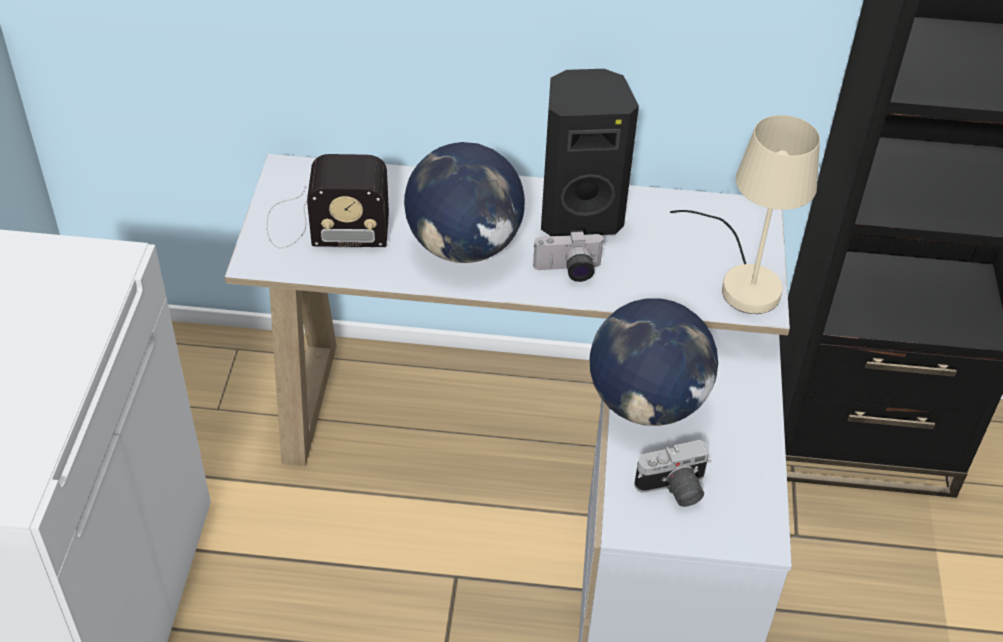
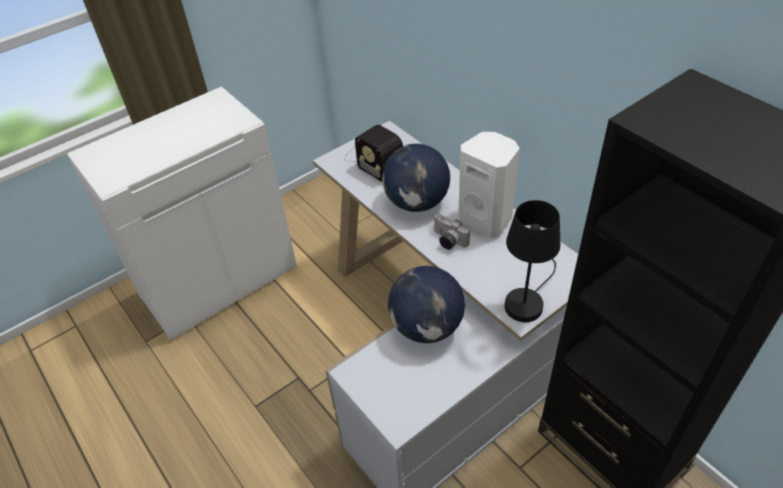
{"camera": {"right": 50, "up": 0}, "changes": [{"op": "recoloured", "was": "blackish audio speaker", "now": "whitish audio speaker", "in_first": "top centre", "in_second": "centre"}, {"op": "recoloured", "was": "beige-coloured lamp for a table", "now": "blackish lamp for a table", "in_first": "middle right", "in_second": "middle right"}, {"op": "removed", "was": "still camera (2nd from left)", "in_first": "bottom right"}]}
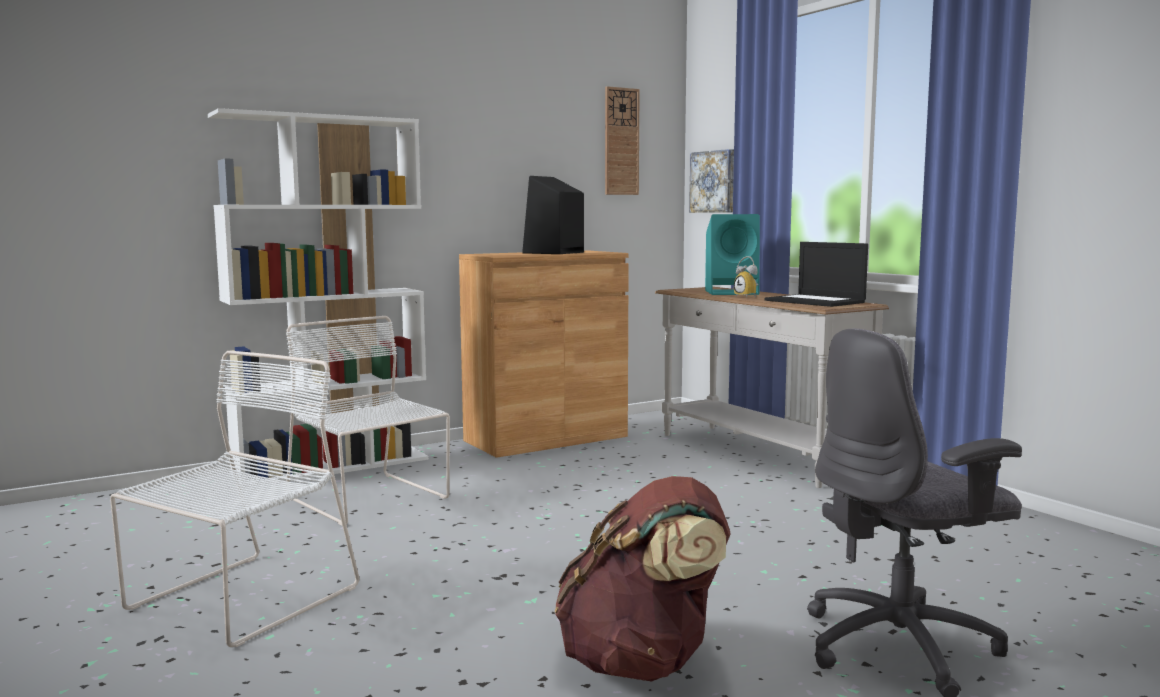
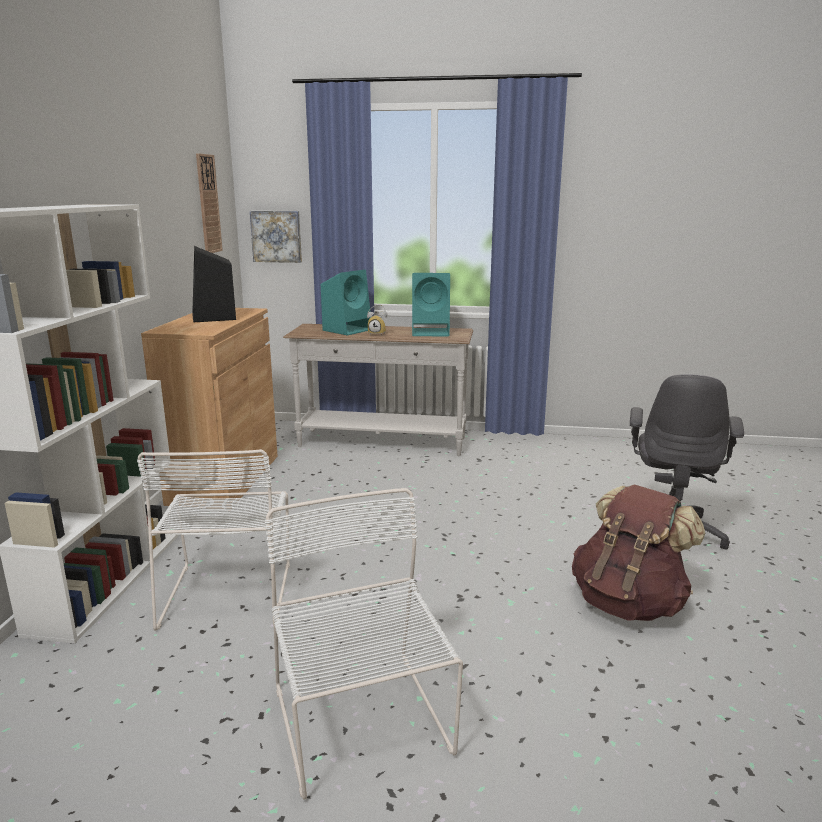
{"camera": {"right": -50, "up": 10}, "changes": [{"op": "replaced", "was": "notebook computer", "now": "turquoise audio speaker (2nd from left)", "in_first": "middle right", "in_second": "centre"}, {"op": "turned", "was": "whitish plain chair (2nd from left in the first image)", "in_first": "middle left", "in_second": "middle left", "clockwise": -90}]}
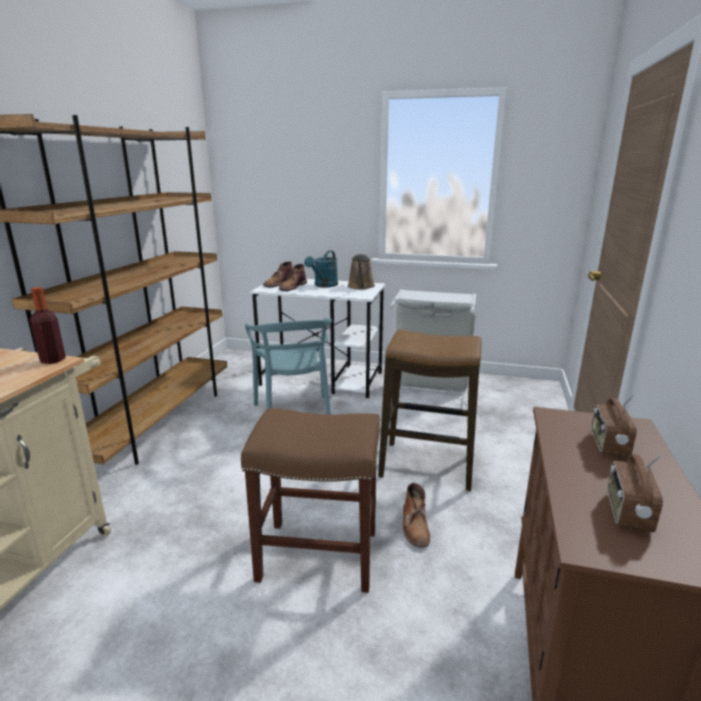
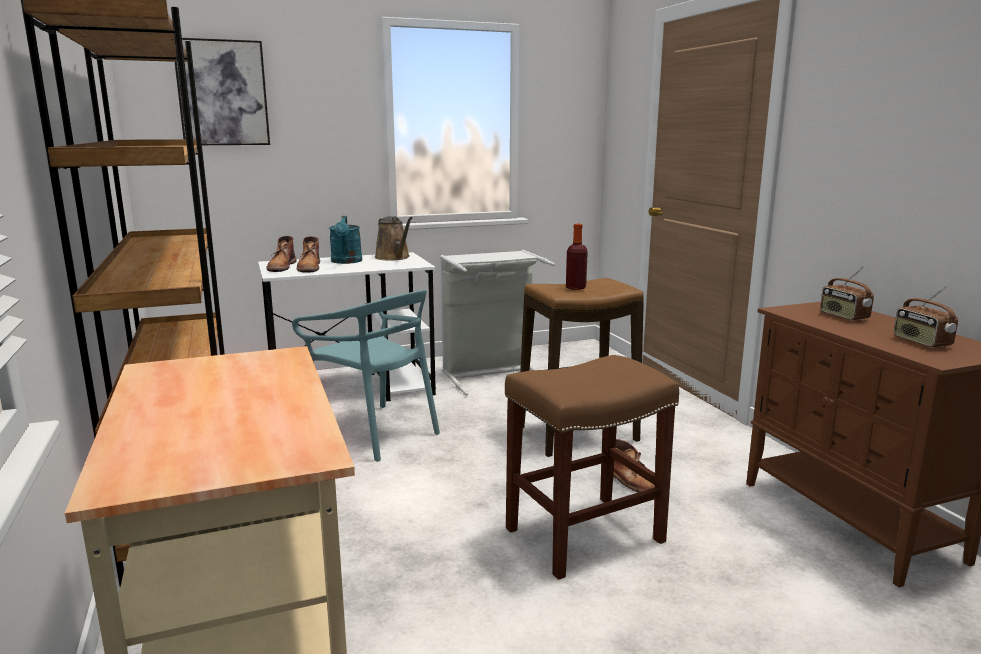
{"camera": {"right": -35, "up": -5}, "changes": [{"op": "moved", "was": "bottle", "in_first": "middle left", "in_second": "centre"}, {"op": "added", "now": "picture", "in_second": "top left"}]}
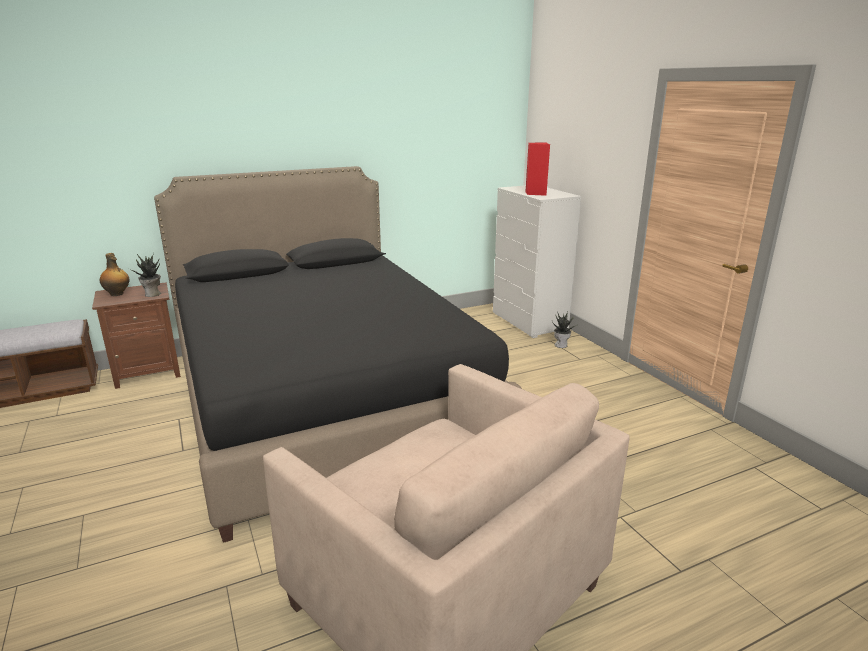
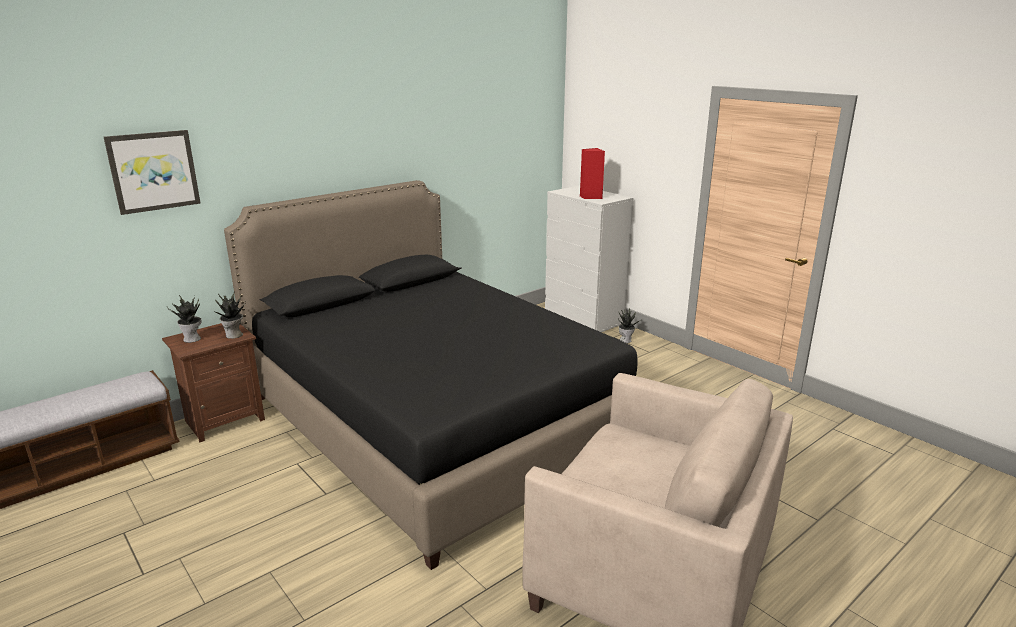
{"camera": {"right": -15, "up": 0}, "changes": [{"op": "replaced", "was": "bottle", "now": "plant in a pot (1st from left)", "in_first": "middle left", "in_second": "middle left"}, {"op": "added", "now": "picture", "in_second": "top left"}]}
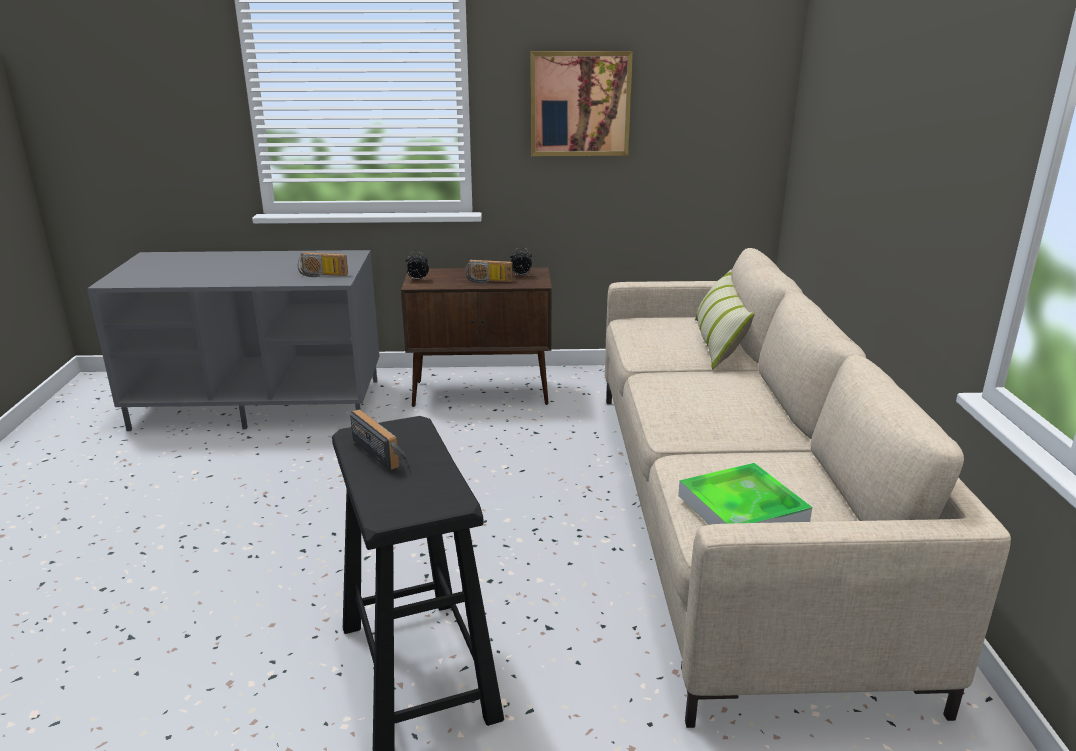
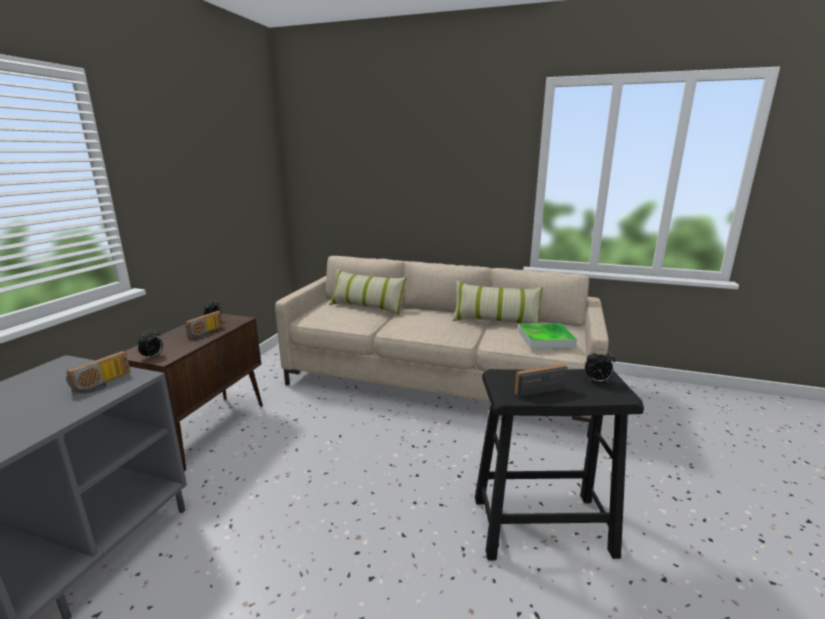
{"camera": {"right": -70, "up": -5}, "changes": [{"op": "removed", "was": "picture", "in_first": "top centre"}, {"op": "added", "now": "pillow (2nd from left)", "in_second": "centre"}, {"op": "added", "now": "table clock (3rd from left)", "in_second": "middle right"}]}
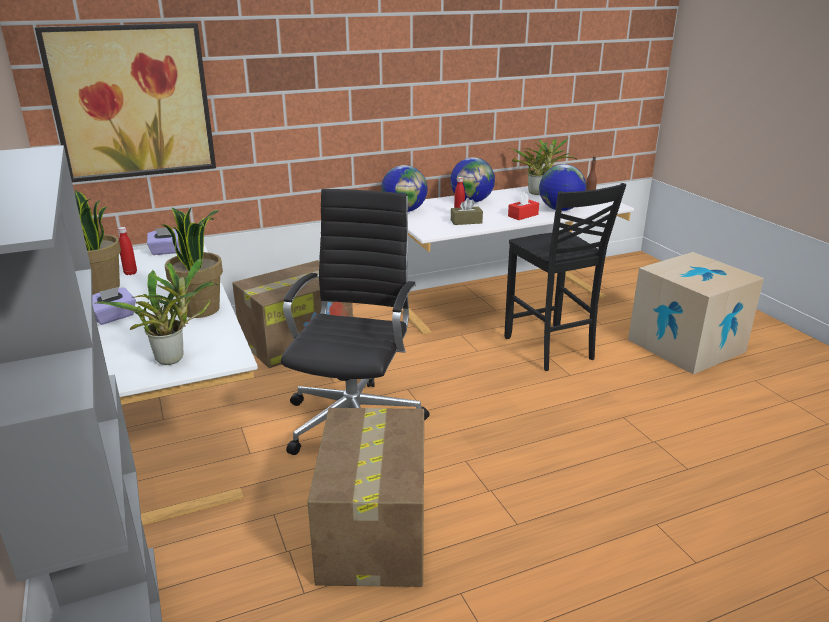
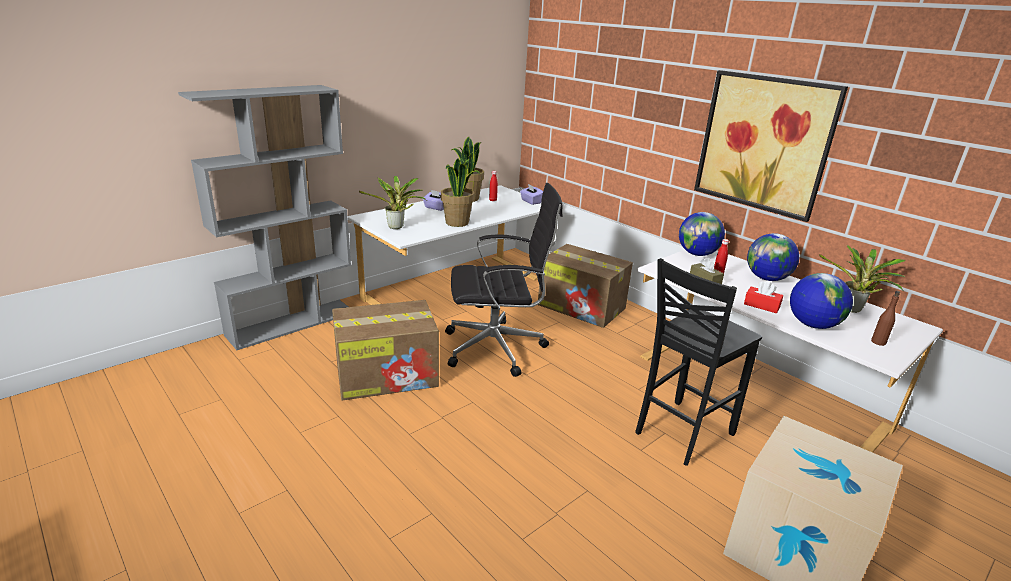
{"camera": {"right": 70, "up": 0}, "changes": [{"op": "moved", "was": "picture", "in_first": "top left", "in_second": "top right"}]}
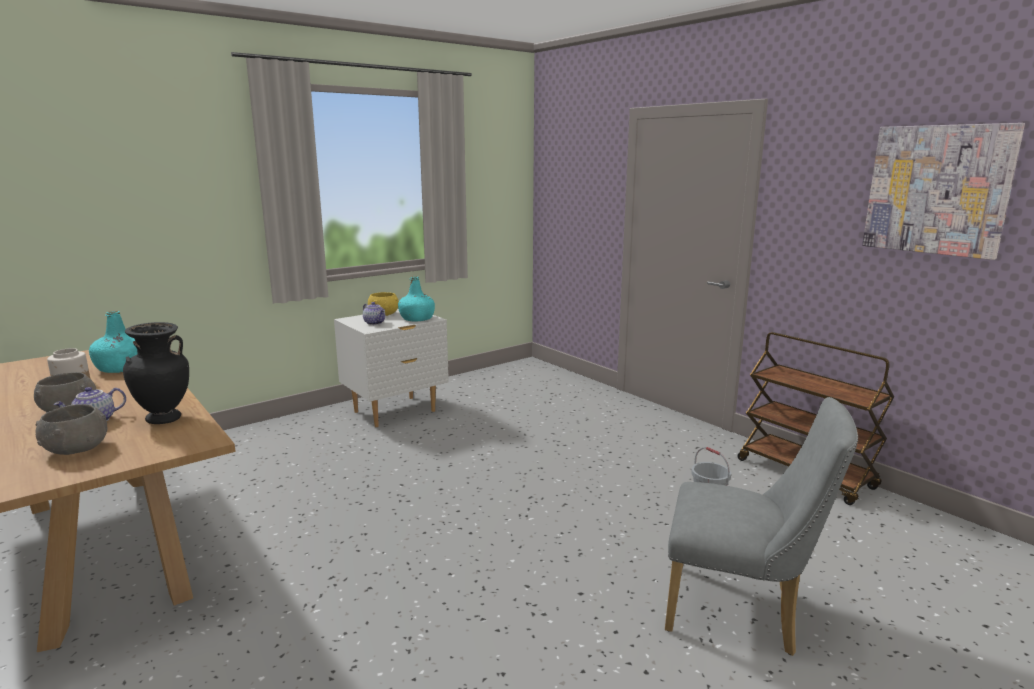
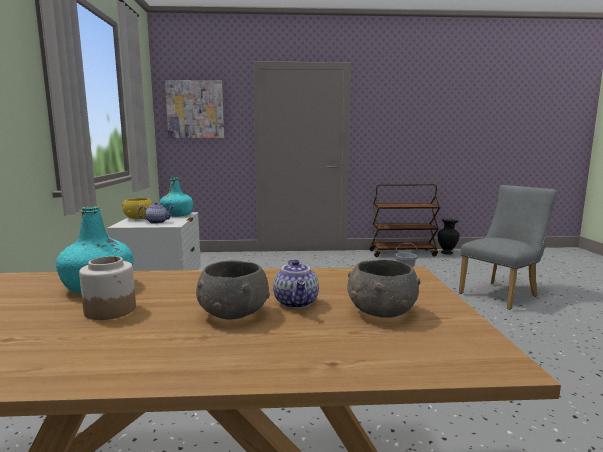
{"camera": {"right": -55, "up": -5}, "changes": [{"op": "moved", "was": "picture", "in_first": "top right", "in_second": "top left"}, {"op": "moved", "was": "blackish decorative vase", "in_first": "middle left", "in_second": "middle right"}]}
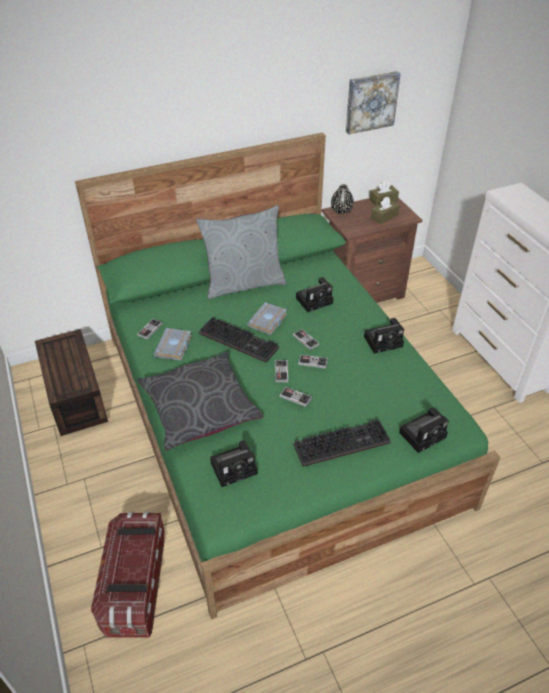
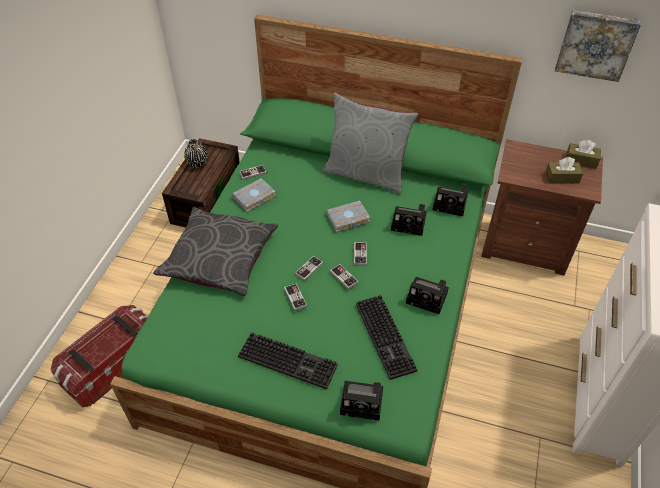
{"camera": {"right": 40, "up": 5}, "changes": [{"op": "moved", "was": "blackish decorative vase", "in_first": "top centre", "in_second": "top left"}, {"op": "moved", "was": "computer keyboard (1st from left in the first image)", "now": "computer keyboard (2nd from left)", "in_first": "centre", "in_second": "bottom centre"}, {"op": "moved", "was": "still camera (1st from left in the first image)", "now": "still camera (4th from left)", "in_first": "bottom centre", "in_second": "middle right"}]}
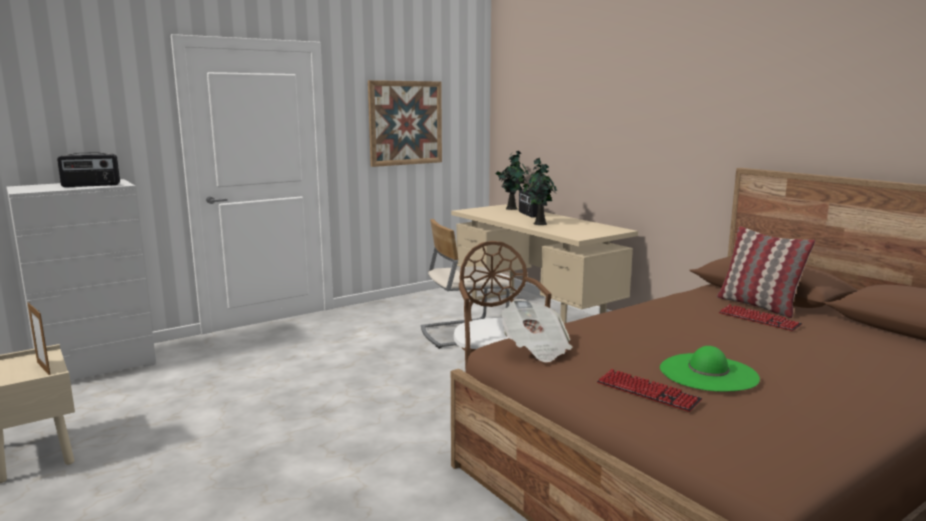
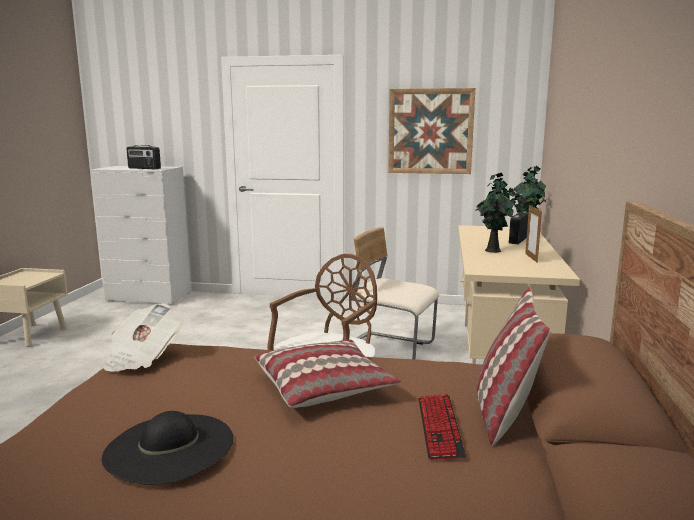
{"camera": {"right": 45, "up": 0}, "changes": [{"op": "moved", "was": "photo frame", "in_first": "middle left", "in_second": "middle right"}, {"op": "recoloured", "was": "green-coloured wearable hat", "now": "blackish wearable hat", "in_first": "bottom right", "in_second": "bottom left"}, {"op": "removed", "was": "computer keyboard (1st from left)", "in_first": "bottom right"}, {"op": "added", "now": "pillow (1st from left)", "in_second": "bottom centre"}]}
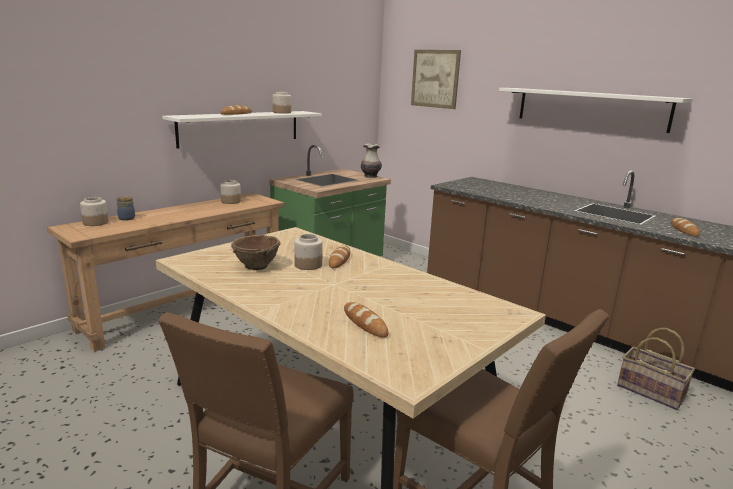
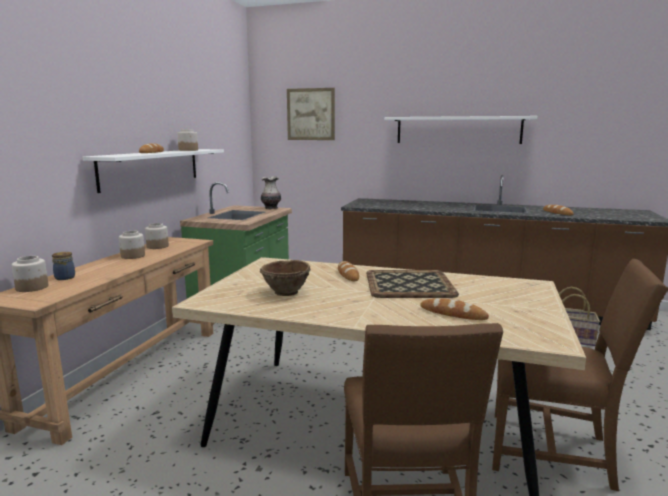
{"camera": {"right": -25, "up": -5}, "changes": [{"op": "moved", "was": "storage jar (5th from left in the first image)", "now": "storage jar (3rd from left)", "in_first": "centre", "in_second": "middle left"}, {"op": "added", "now": "tray", "in_second": "centre"}]}
